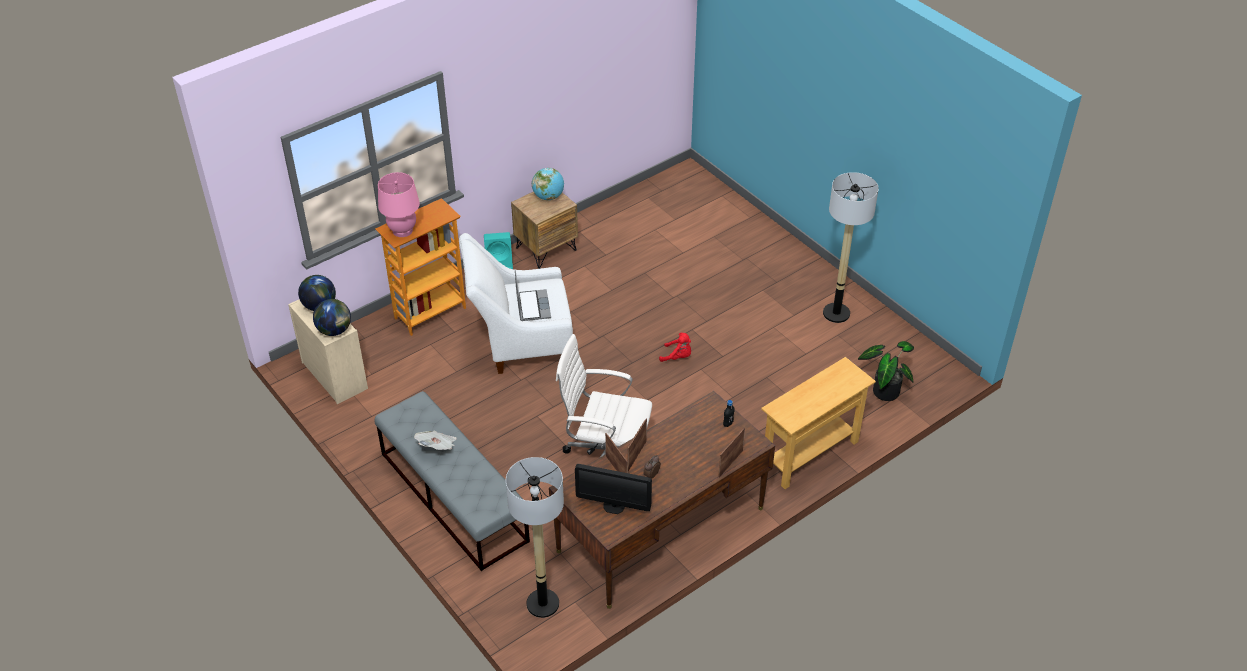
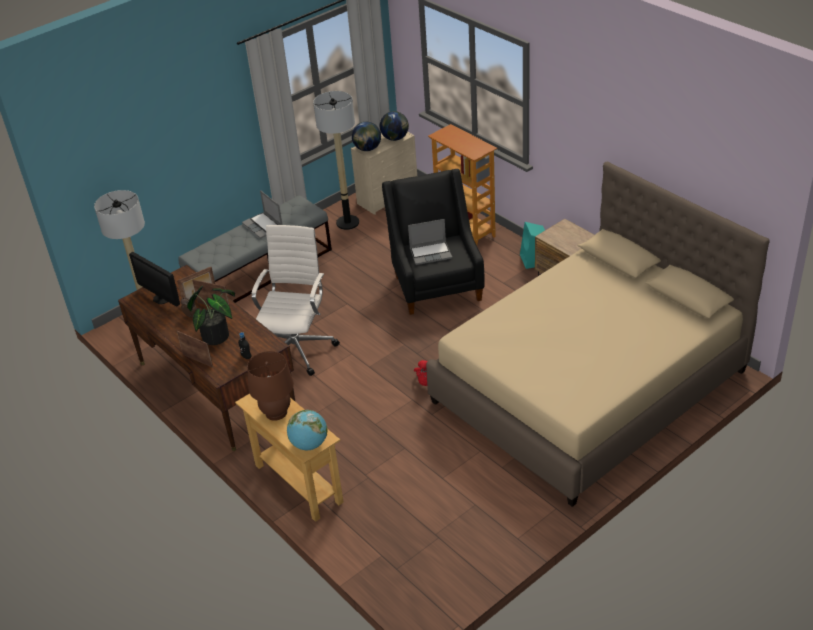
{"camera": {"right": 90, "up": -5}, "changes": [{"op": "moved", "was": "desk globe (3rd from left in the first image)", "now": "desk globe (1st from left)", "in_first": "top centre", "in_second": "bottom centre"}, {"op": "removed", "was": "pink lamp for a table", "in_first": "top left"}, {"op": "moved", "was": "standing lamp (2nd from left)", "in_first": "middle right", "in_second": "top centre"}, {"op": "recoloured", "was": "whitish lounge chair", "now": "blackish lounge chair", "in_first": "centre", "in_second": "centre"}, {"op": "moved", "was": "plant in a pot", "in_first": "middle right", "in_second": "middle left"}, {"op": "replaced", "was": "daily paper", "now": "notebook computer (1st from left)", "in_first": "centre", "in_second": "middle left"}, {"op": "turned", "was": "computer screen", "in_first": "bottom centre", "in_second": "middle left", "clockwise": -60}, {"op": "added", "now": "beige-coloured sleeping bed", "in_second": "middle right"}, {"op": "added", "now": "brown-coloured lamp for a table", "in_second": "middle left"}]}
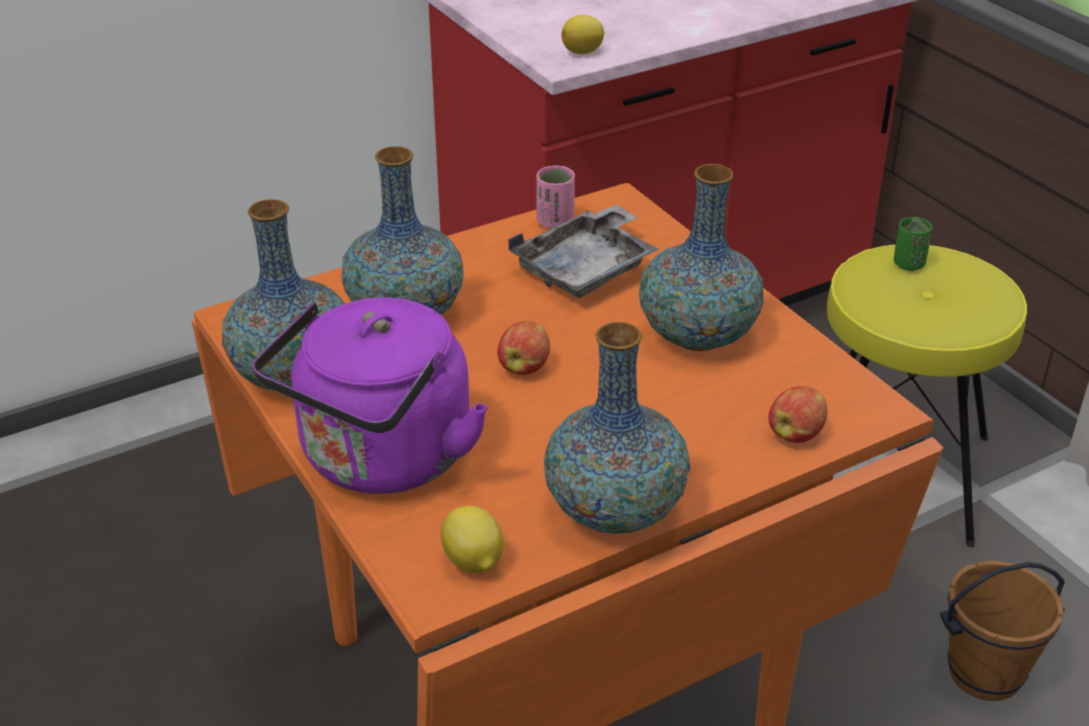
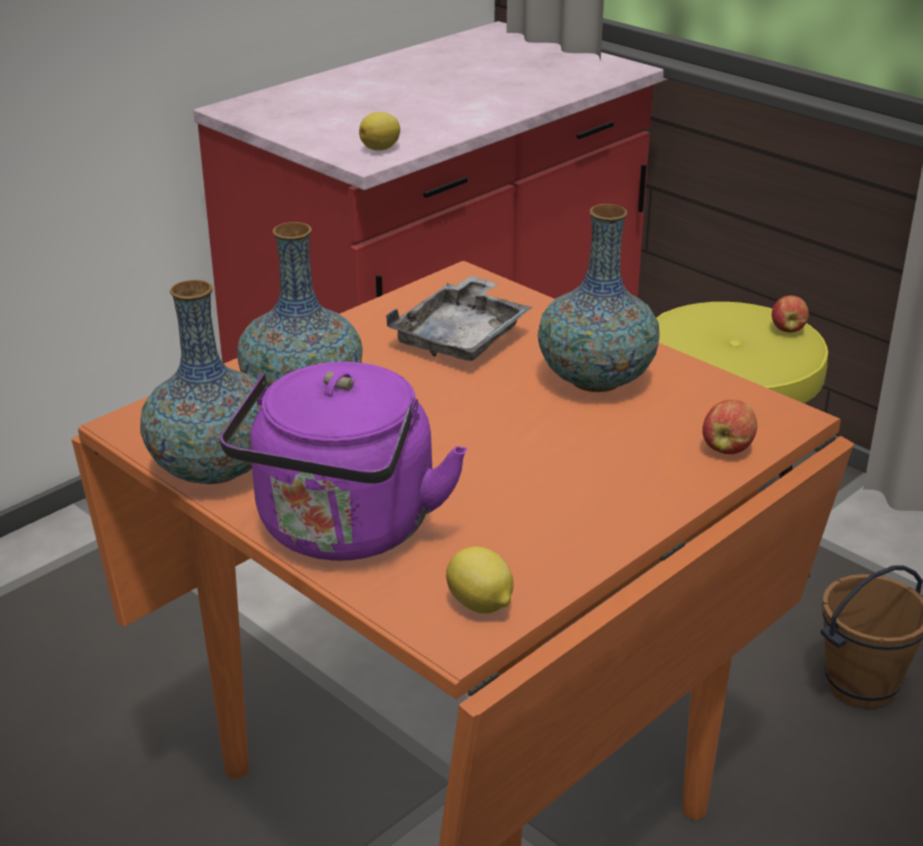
{"camera": {"right": -15, "up": -5}, "changes": [{"op": "removed", "was": "pink cup", "in_first": "top centre"}, {"op": "removed", "was": "green-coloured cup", "in_first": "middle right"}, {"op": "moved", "was": "apple fruit (1st from left in the first image)", "now": "apple fruit (2nd from left)", "in_first": "centre", "in_second": "middle right"}, {"op": "removed", "was": "decorative vase (3rd from left)", "in_first": "centre"}]}
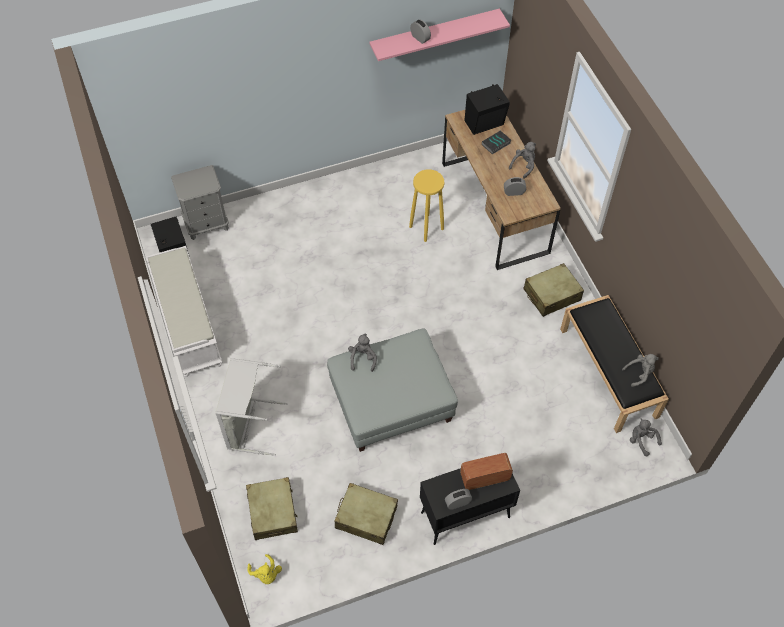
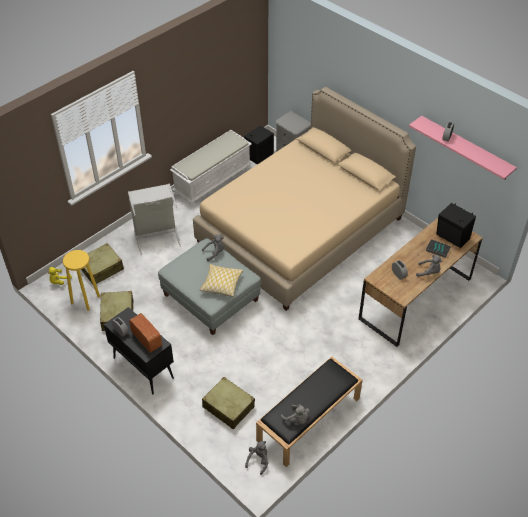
{"camera": {"right": 65, "up": -10}, "changes": [{"op": "moved", "was": "yellowish stool", "in_first": "top centre", "in_second": "middle left"}, {"op": "moved", "was": "beige-coloured suitcase (3rd from left)", "in_first": "middle right", "in_second": "bottom centre"}, {"op": "added", "now": "beige-coloured sleeping bed", "in_second": "centre"}, {"op": "added", "now": "pillow", "in_second": "centre"}]}
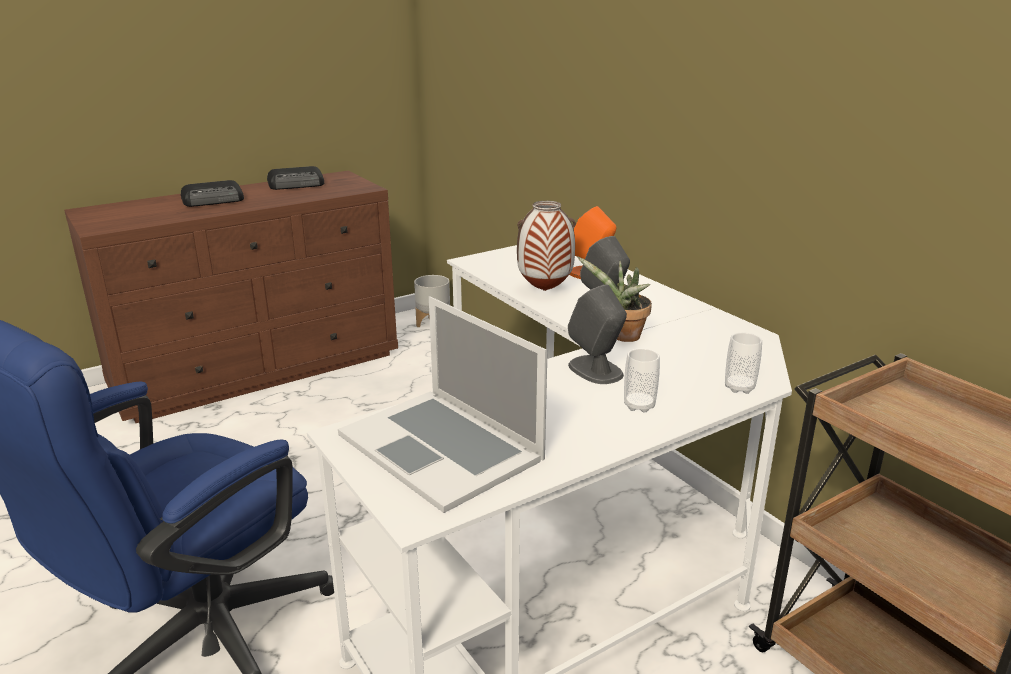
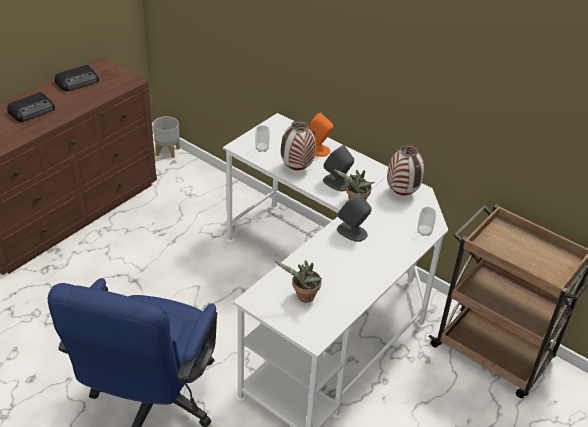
{"camera": {"right": -20, "up": 15}, "changes": [{"op": "replaced", "was": "notebook computer", "now": "plant in a pot (1st from left)", "in_first": "centre", "in_second": "centre"}, {"op": "moved", "was": "cup (1st from left)", "in_first": "centre", "in_second": "top centre"}, {"op": "added", "now": "decorative vase (2nd from left)", "in_second": "middle right"}]}
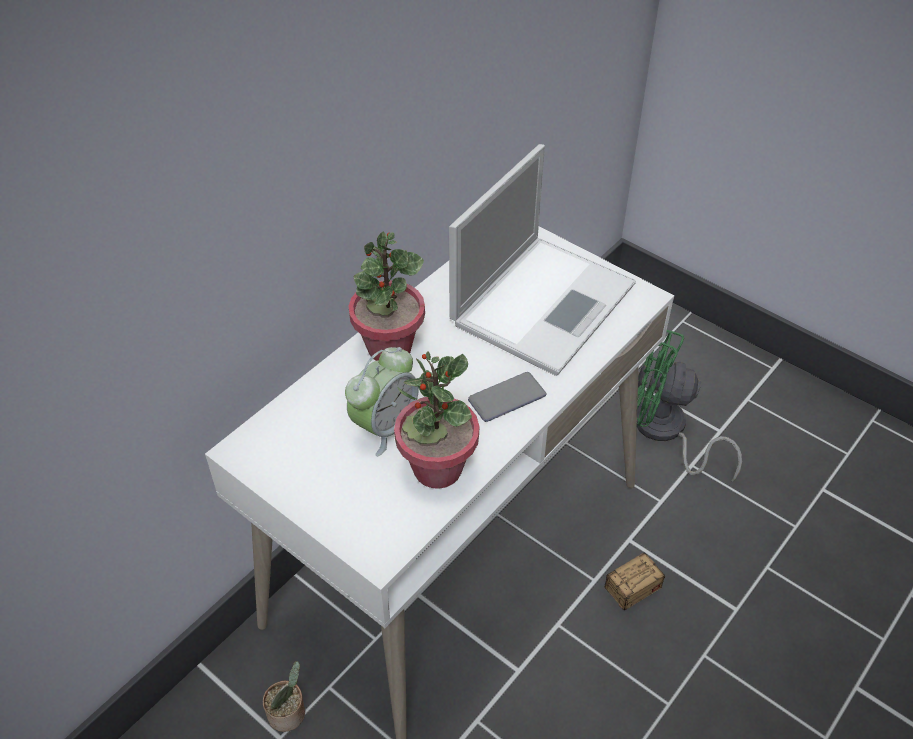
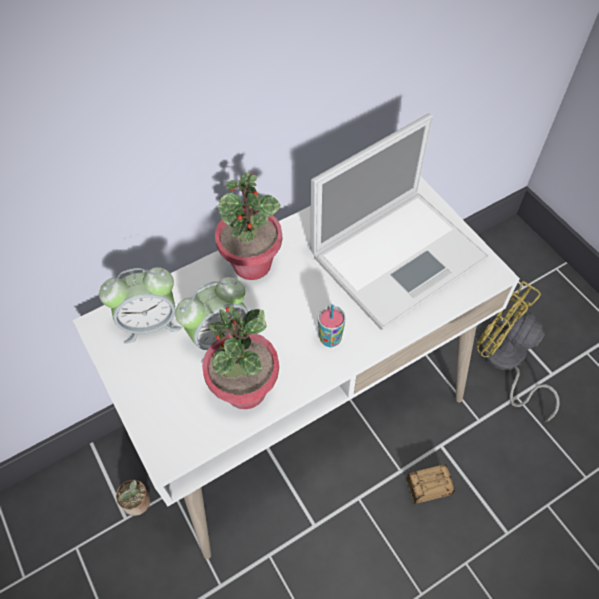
{"camera": {"right": 20, "up": 10}, "changes": [{"op": "recoloured", "was": "green-coloured electric fan", "now": "yellowish electric fan", "in_first": "middle right", "in_second": "middle right"}, {"op": "replaced", "was": "handset", "now": "cup", "in_first": "centre", "in_second": "centre"}, {"op": "added", "now": "table clock (1st from left)", "in_second": "middle left"}]}
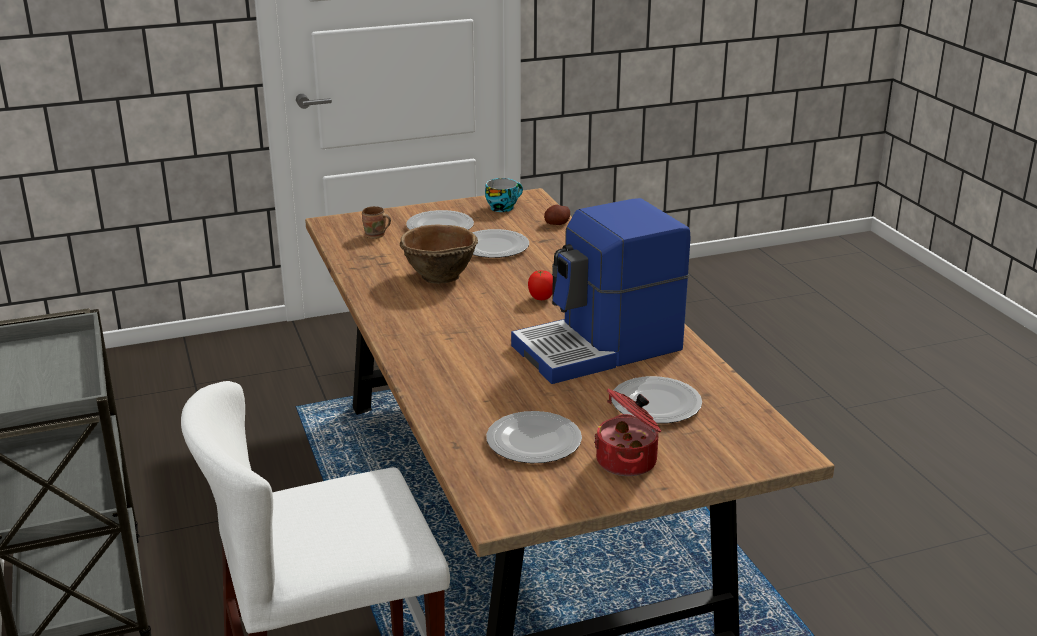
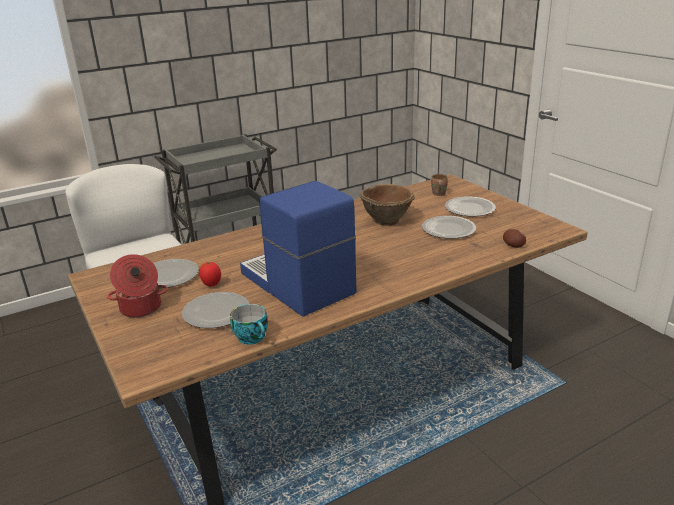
{"camera": {"right": 80, "up": 0}, "changes": [{"op": "moved", "was": "cup", "in_first": "top centre", "in_second": "centre"}, {"op": "moved", "was": "fresh tomato", "in_first": "centre", "in_second": "middle left"}]}
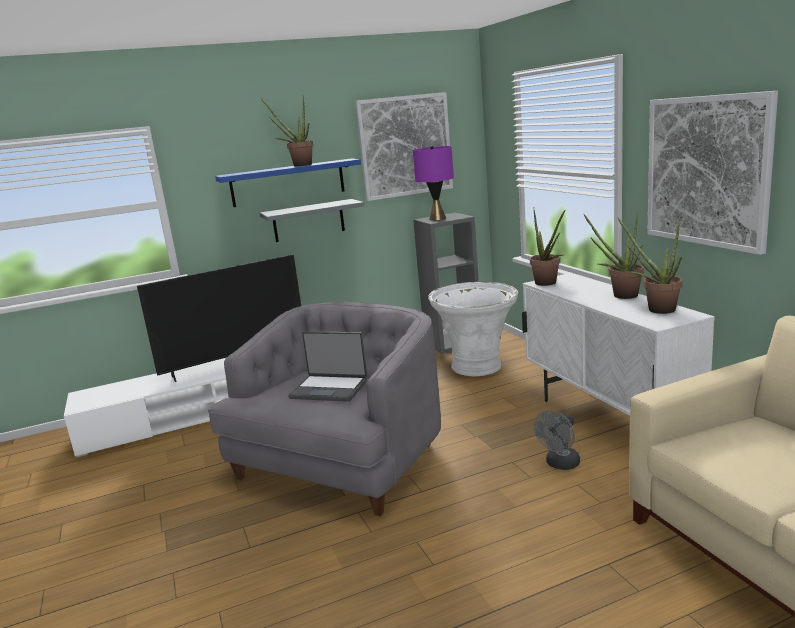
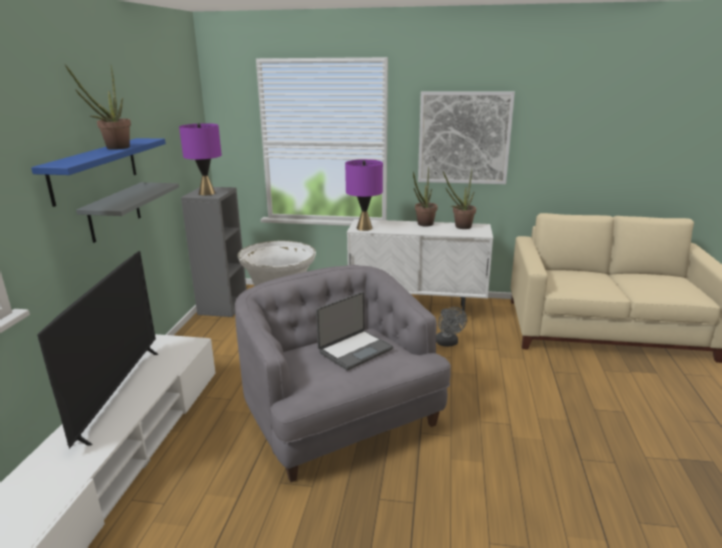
{"camera": {"right": -60, "up": 5}, "changes": [{"op": "removed", "was": "picture (1st from left)", "in_first": "top centre"}, {"op": "replaced", "was": "plant in a pot (2nd from left)", "now": "purple lamp for a table (2nd from left)", "in_first": "middle right", "in_second": "centre"}]}
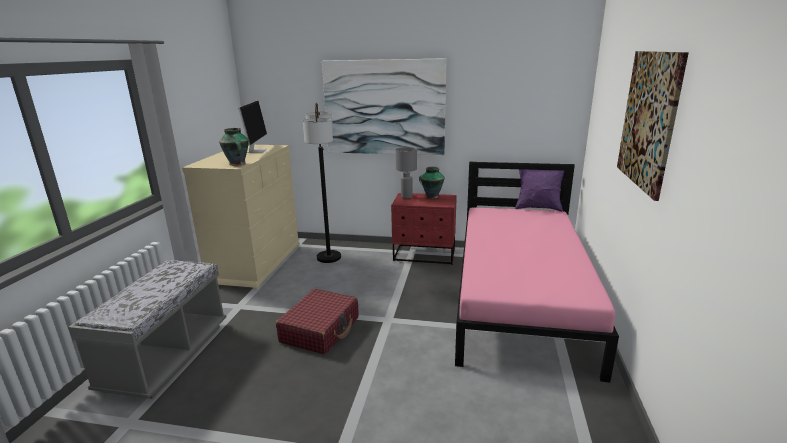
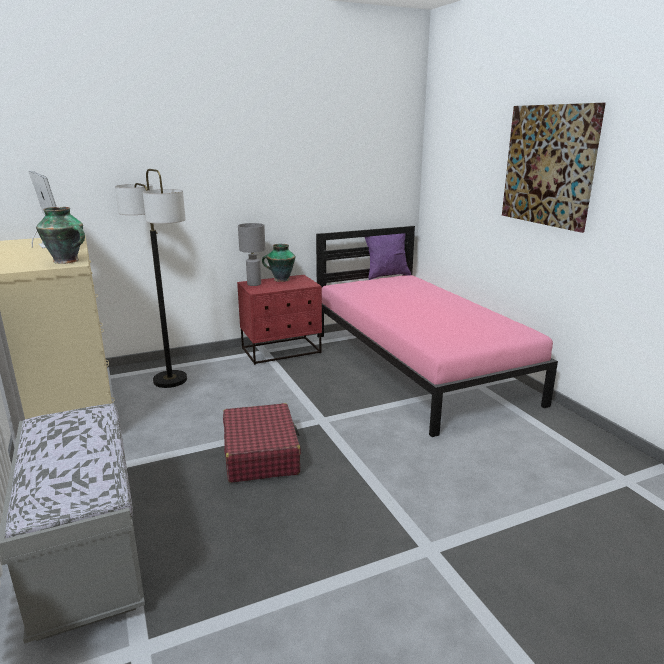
{"camera": {"right": -35, "up": 0}, "changes": [{"op": "removed", "was": "picture (1st from left)", "in_first": "top centre"}]}
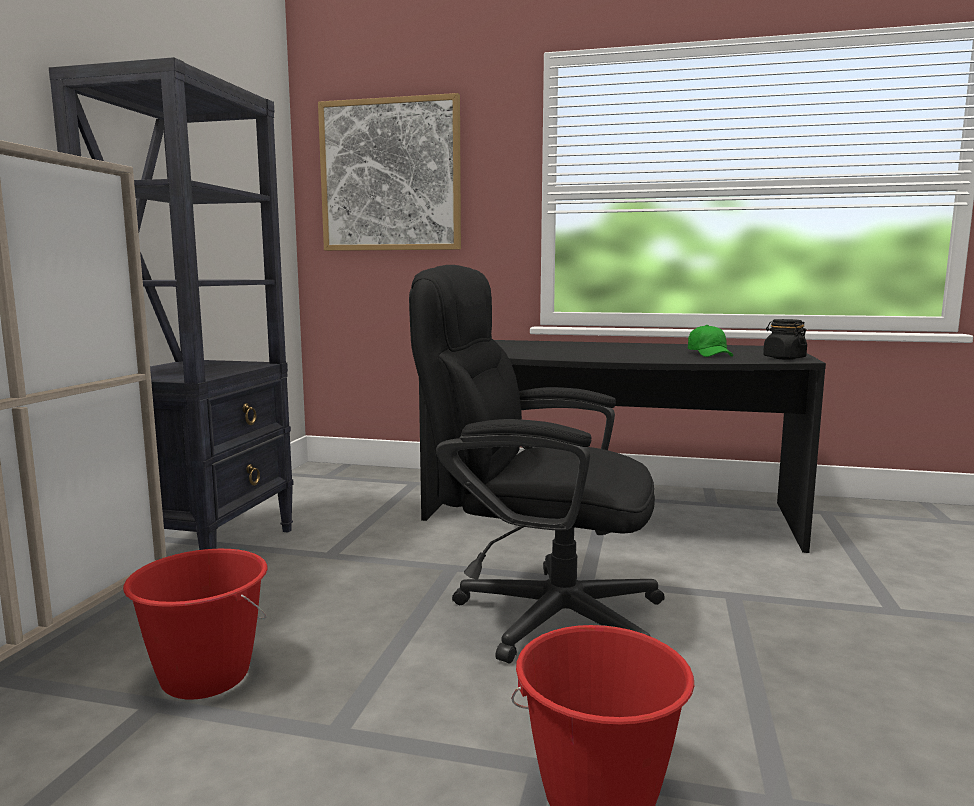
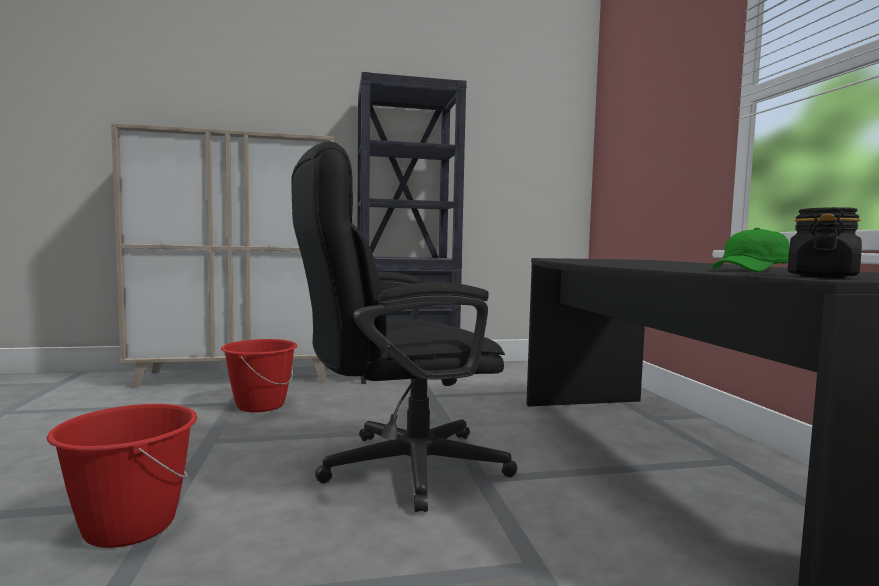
{"camera": {"right": 65, "up": -5}, "changes": [{"op": "removed", "was": "picture", "in_first": "top centre"}, {"op": "turned", "was": "blackish desk chair", "in_first": "centre", "in_second": "centre", "clockwise": -105}]}
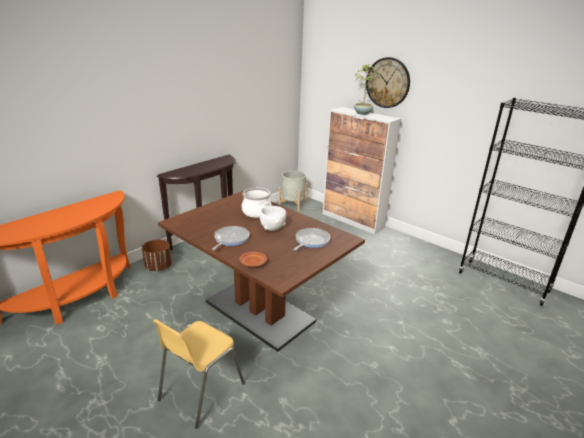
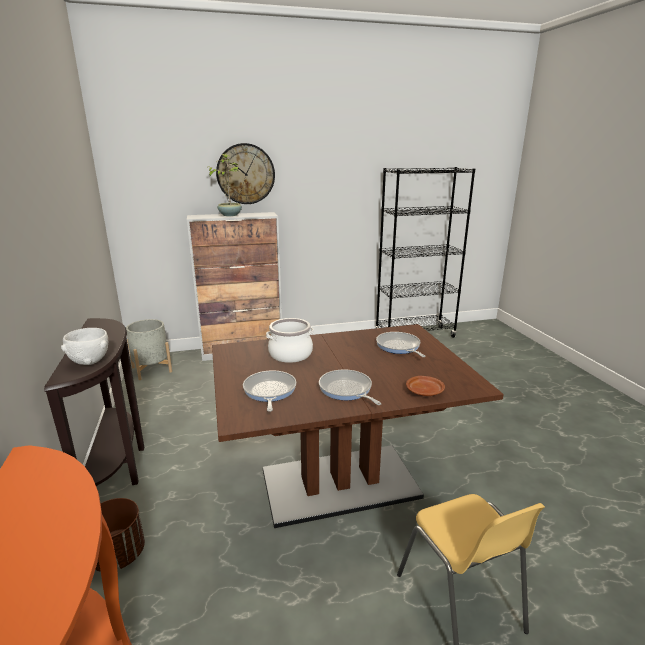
{"camera": {"right": -55, "up": -5}, "changes": [{"op": "moved", "was": "whitish deep dish", "in_first": "centre", "in_second": "middle left"}, {"op": "added", "now": "pan (1st from left)", "in_second": "centre"}]}
